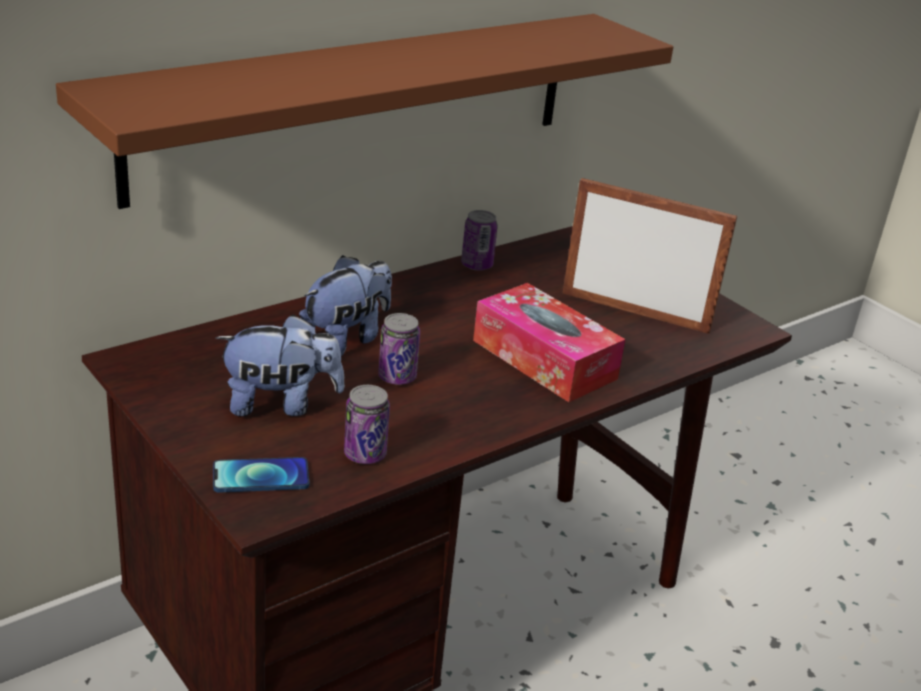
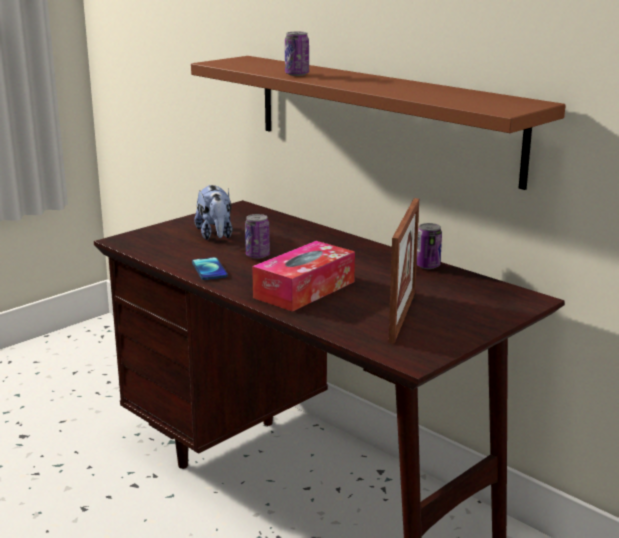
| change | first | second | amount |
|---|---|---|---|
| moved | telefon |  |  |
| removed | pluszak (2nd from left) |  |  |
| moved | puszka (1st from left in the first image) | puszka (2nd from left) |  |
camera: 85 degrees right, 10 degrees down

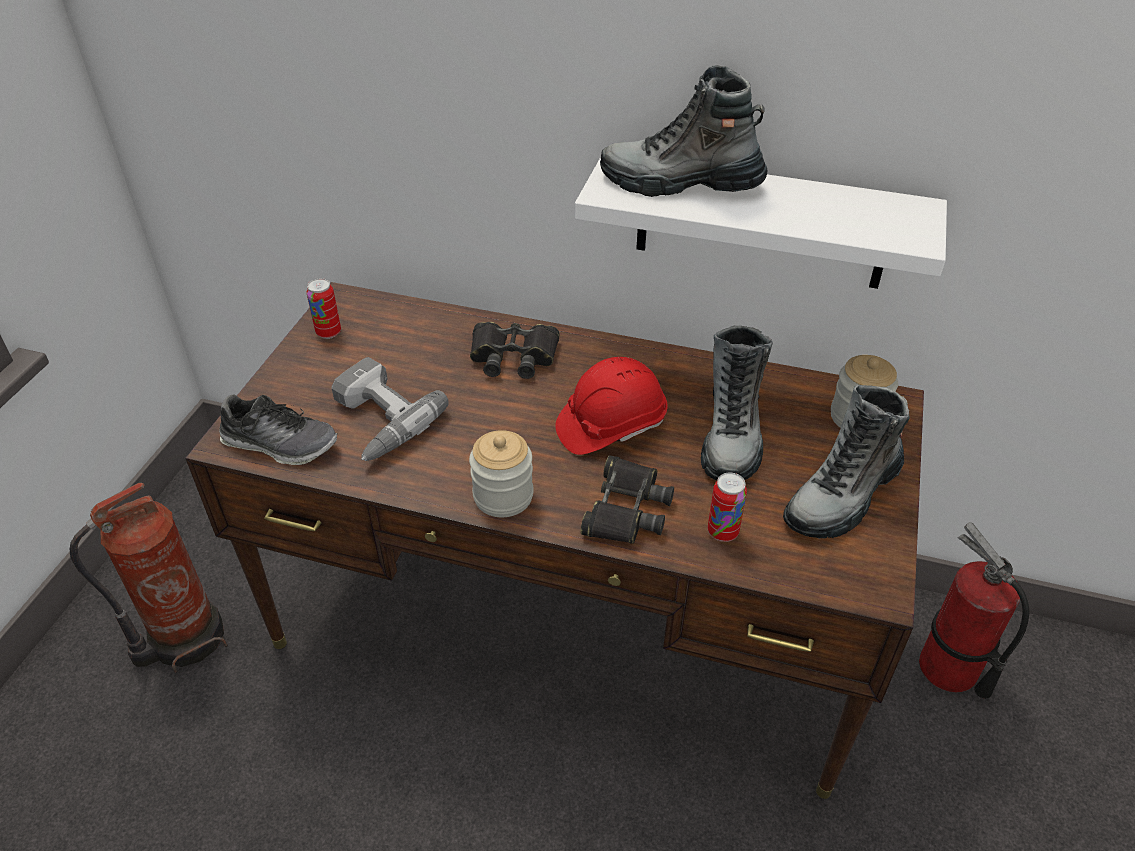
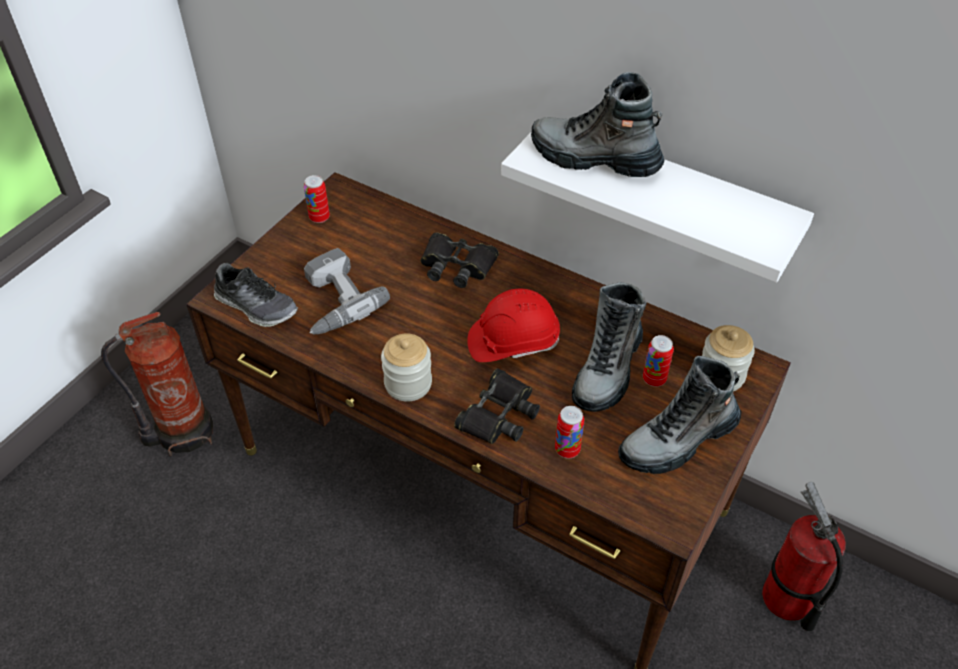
| change | first | second | amount |
|---|---|---|---|
| added |  | puszka (3rd from left) |  |
camera: 15 degrees right, 5 degrees up

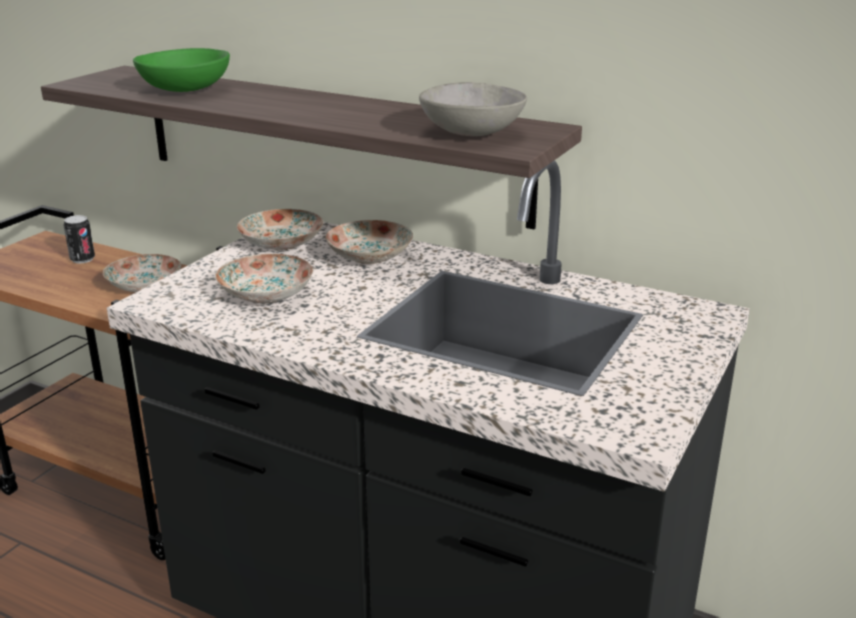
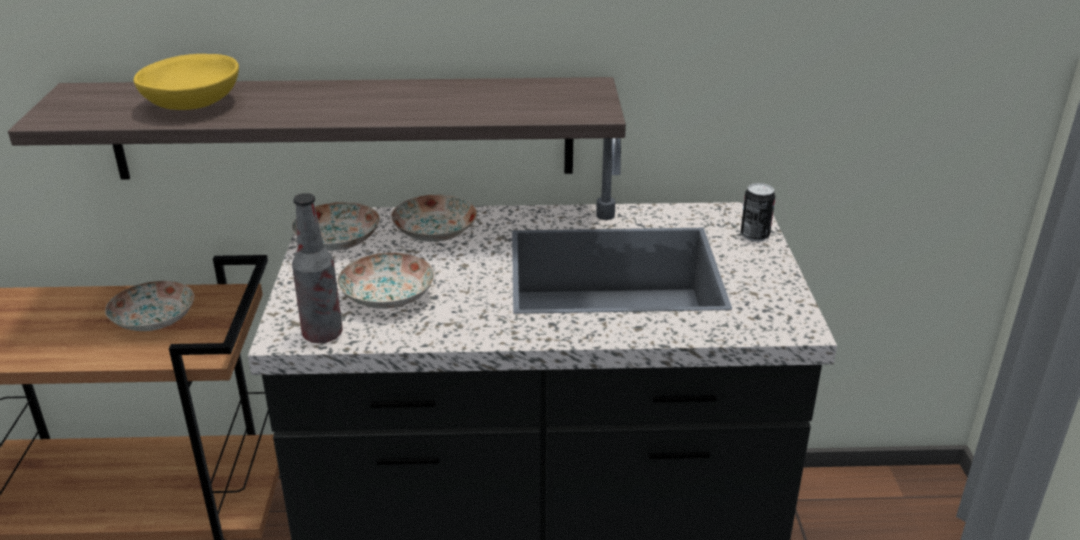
| change | first | second | amount |
|---|---|---|---|
| moved | puszka |  |  |
| recoloured | miska [zielony] | miska [żółty] |  |
| removed | miska [szary] |  |  |
| added |  | butelka |  |
camera: 30 degrees left, 5 degrees up

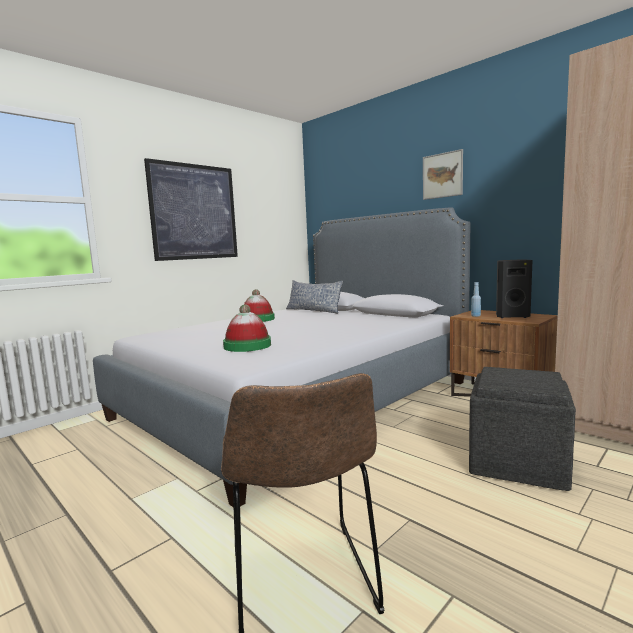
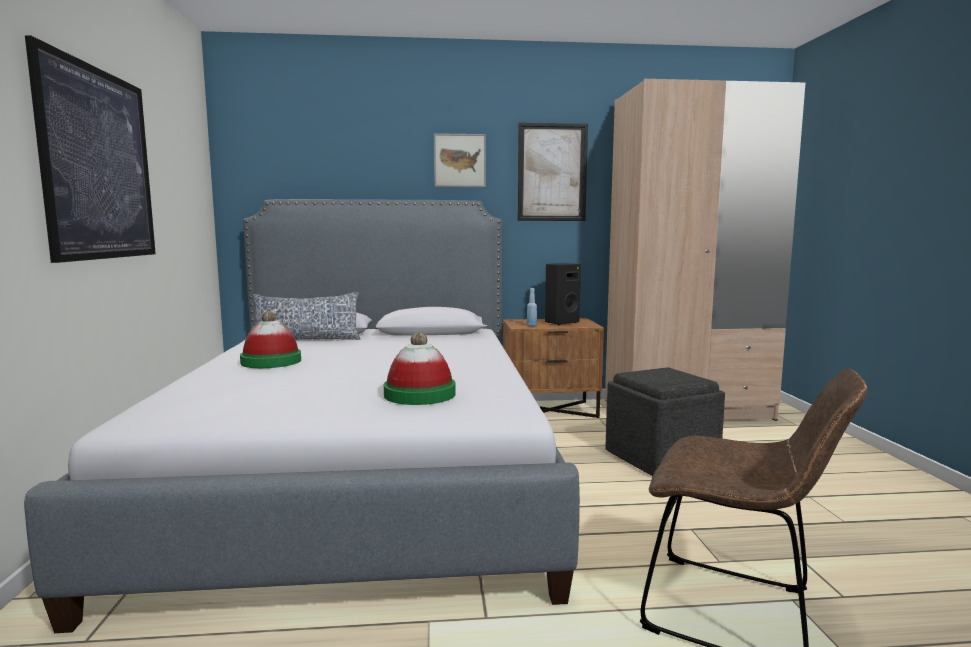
| change | first | second | amount |
|---|---|---|---|
| added |  | obraz (3rd from left) |  |
camera: 50 degrees left, 0 degrees up

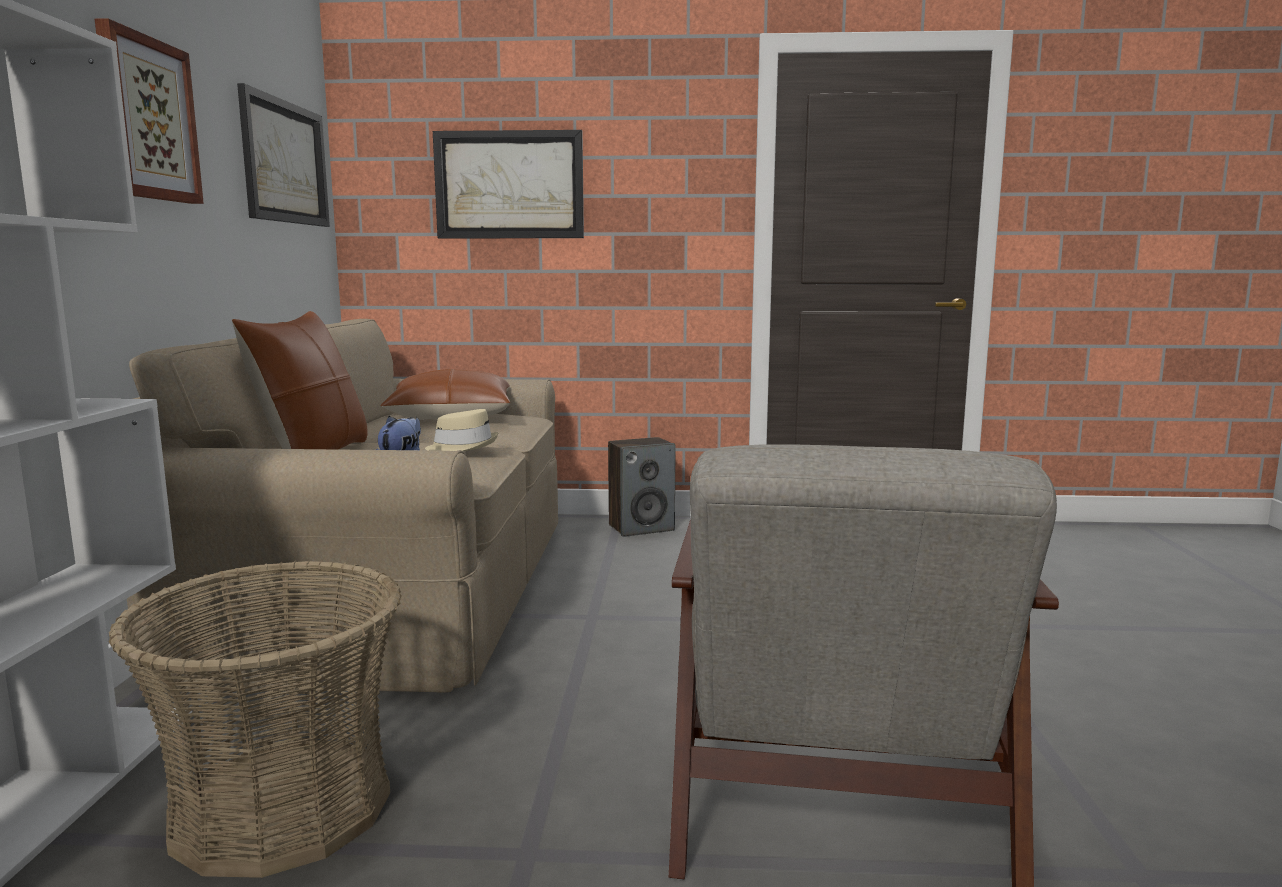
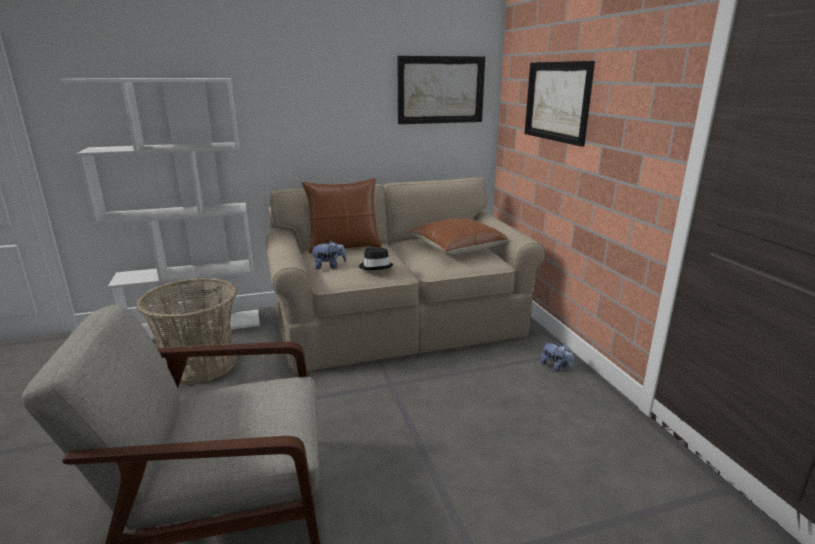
| change | first | second | amount |
|---|---|---|---|
| removed | obraz (1st from left) |  |  |
| recoloured | kapelusz [beżowy] | kapelusz [czarny] |  |
| replaced | głośnik | pluszak (2nd from left) |  |
camera: 70 degrees right, 10 degrees up

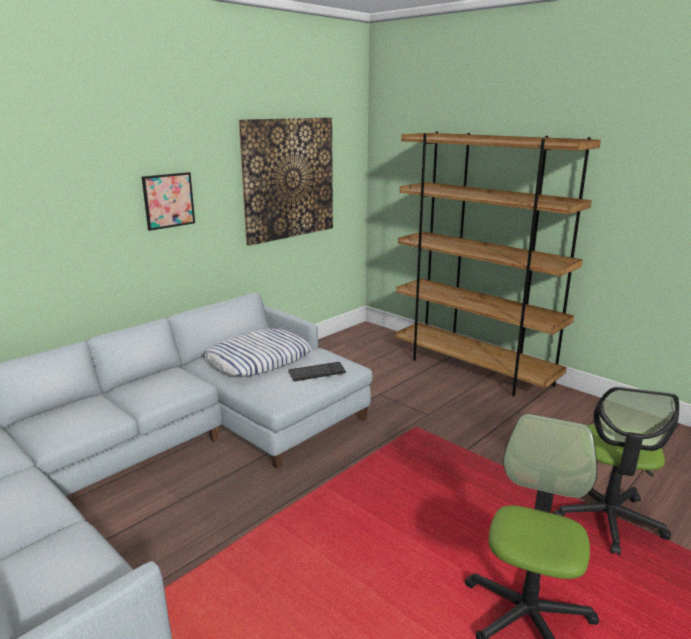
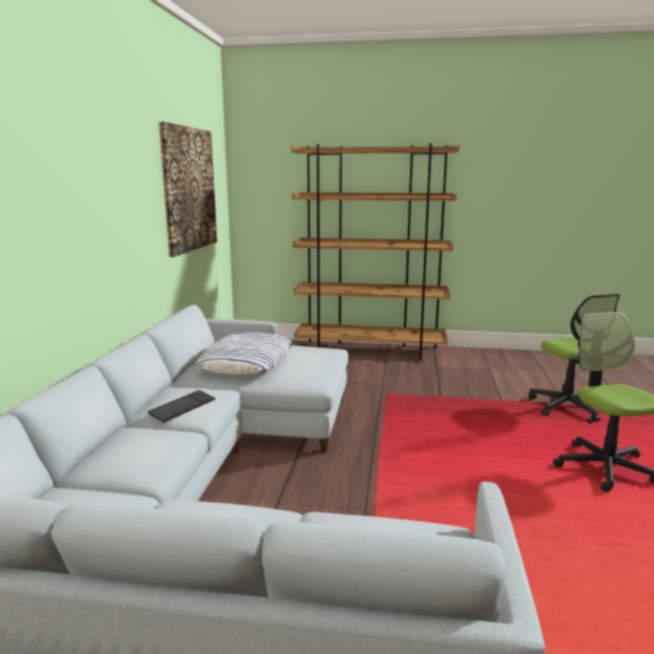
| change | first | second | amount |
|---|---|---|---|
| removed | obraz (1st from left) |  |  |
| moved | klawiatura |  |  |
camera: 35 degrees left, 5 degrees down

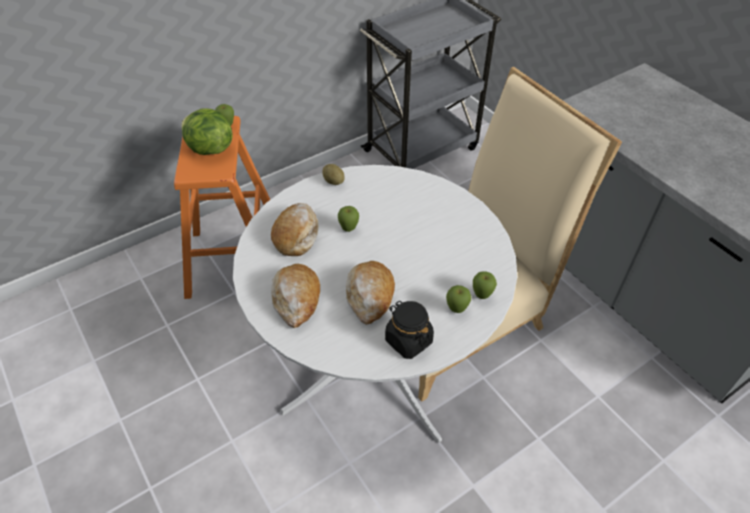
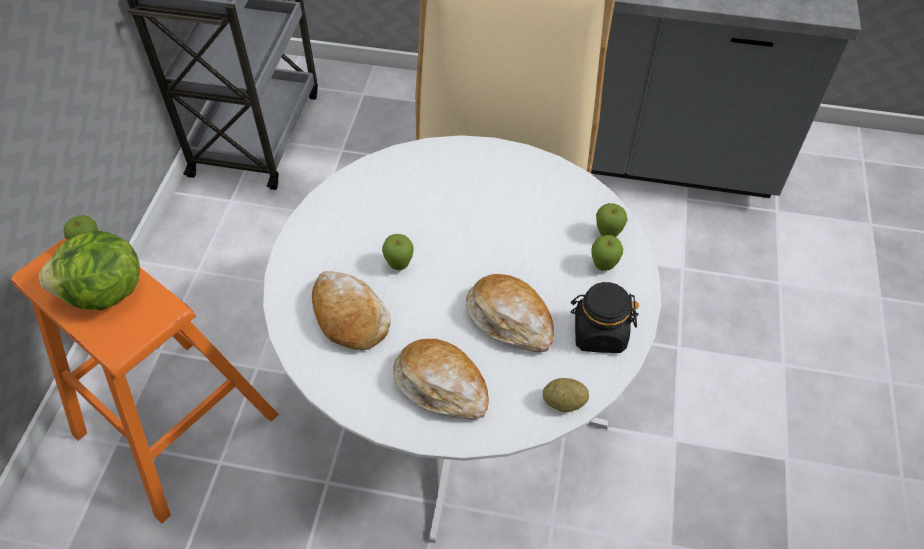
| change | first | second | amount |
|---|---|---|---|
| moved | ziemniak |  |  |
camera: 45 degrees left, 5 degrees up

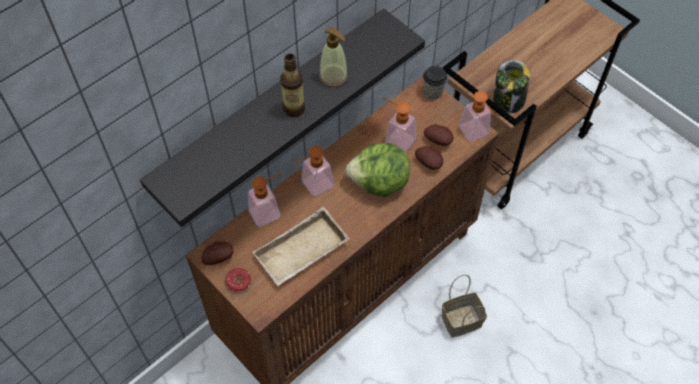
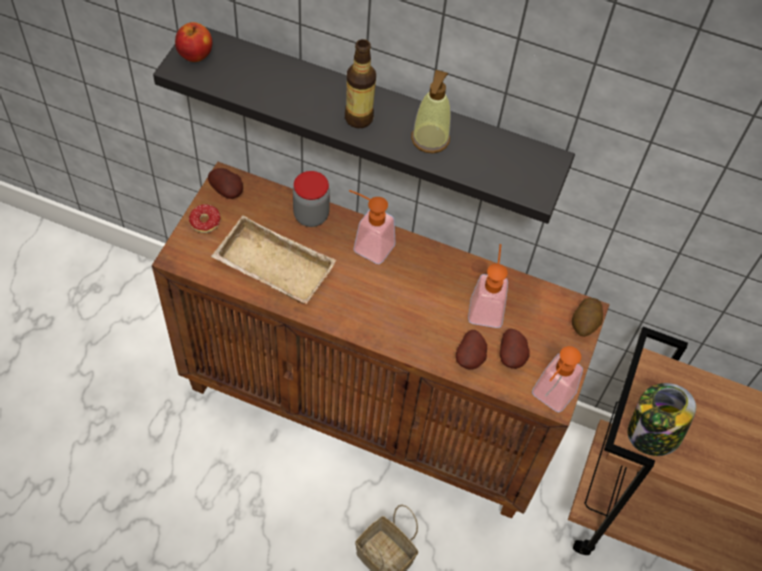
| change | first | second | amount |
|---|---|---|---|
| replaced | dozownik mydła (1st from left) | słoik (1st from left) |  |
| removed | sałata |  |  |
| replaced | filiżanka | ziemniak (4th from left) |  |
| added |  | jabłko |  |
camera: 60 degrees right, 0 degrees up

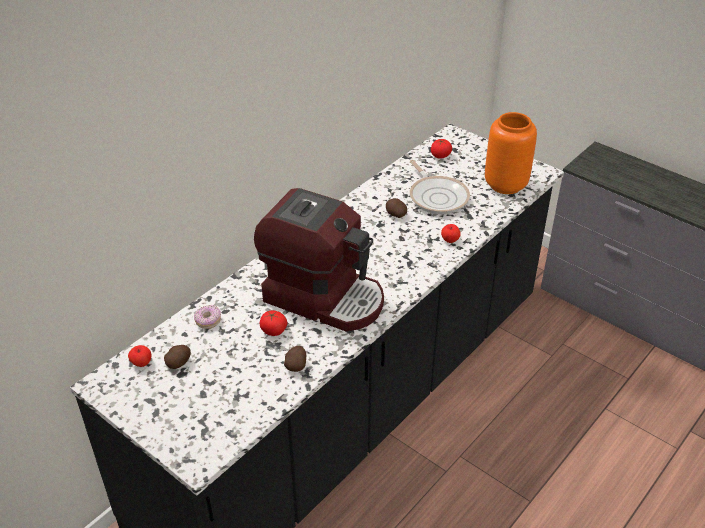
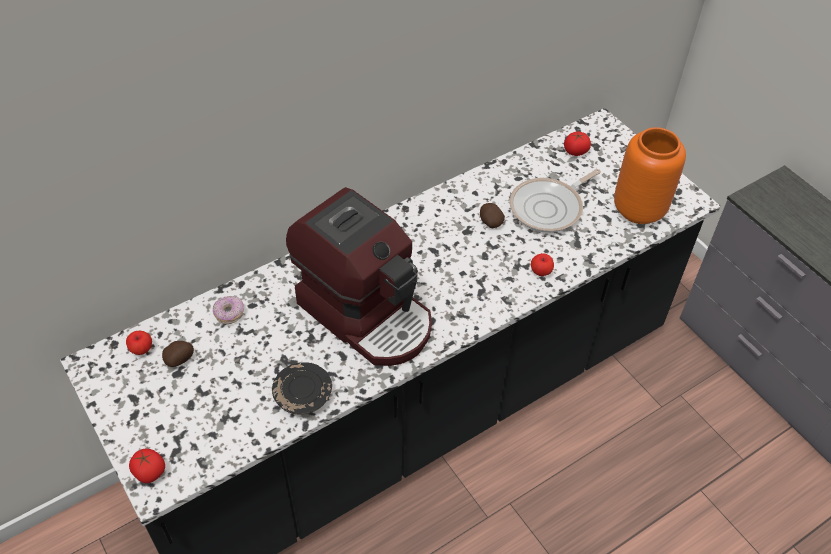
| change | first | second | amount |
|---|---|---|---|
| moved | pomidor (1st from left) |  |  |
| replaced | ziemniak (2nd from left) | talerz [czarny] |  |
| turned | patelnia |  | 60 degrees clockwise |
camera: 15 degrees right, 10 degrees up

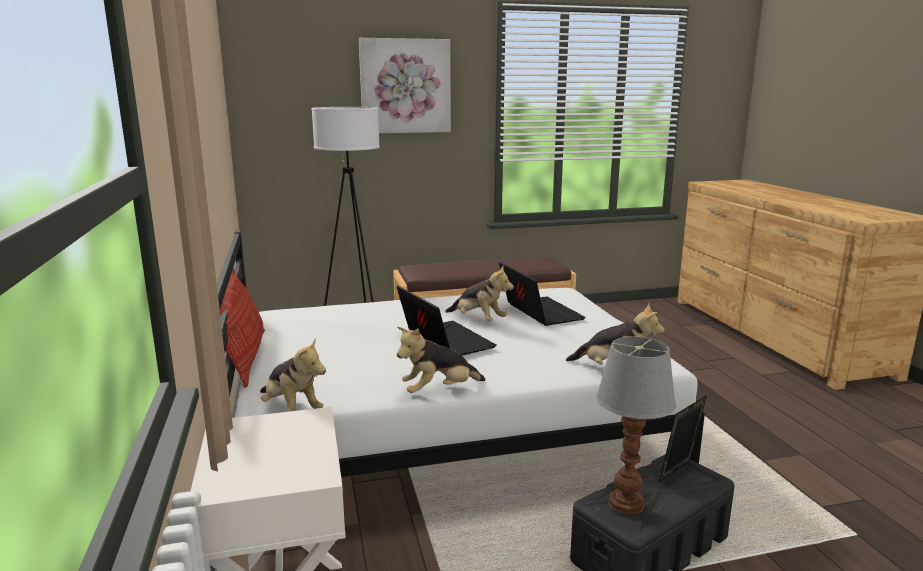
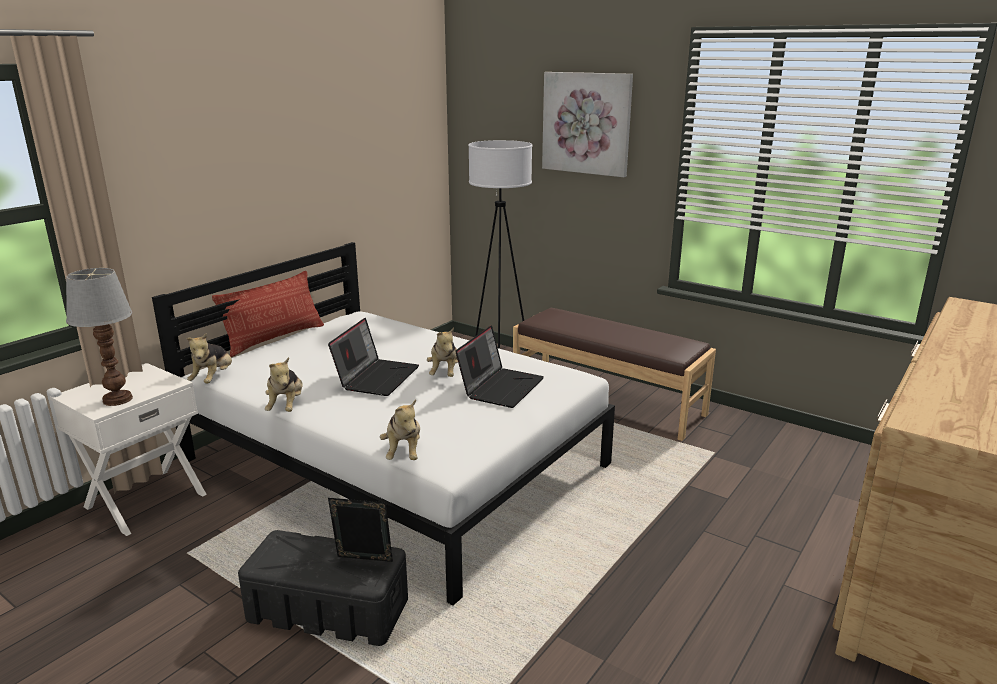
| change | first | second | amount |
|---|---|---|---|
| turned | pluszak (2nd from left) |  | 120 degrees counterclockwise |
| moved | lampa stołowa |  |  |
camera: 50 degrees right, 5 degrees up

